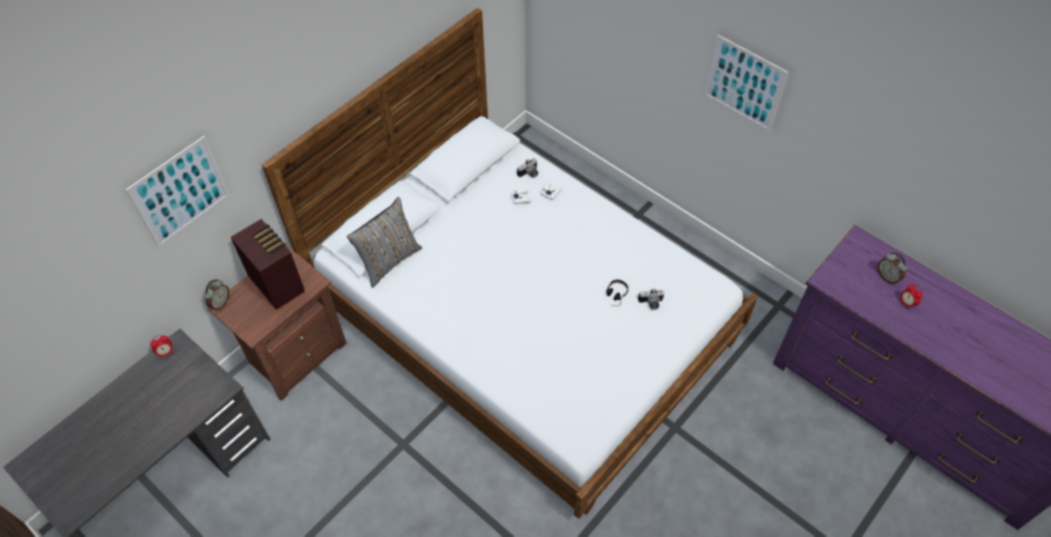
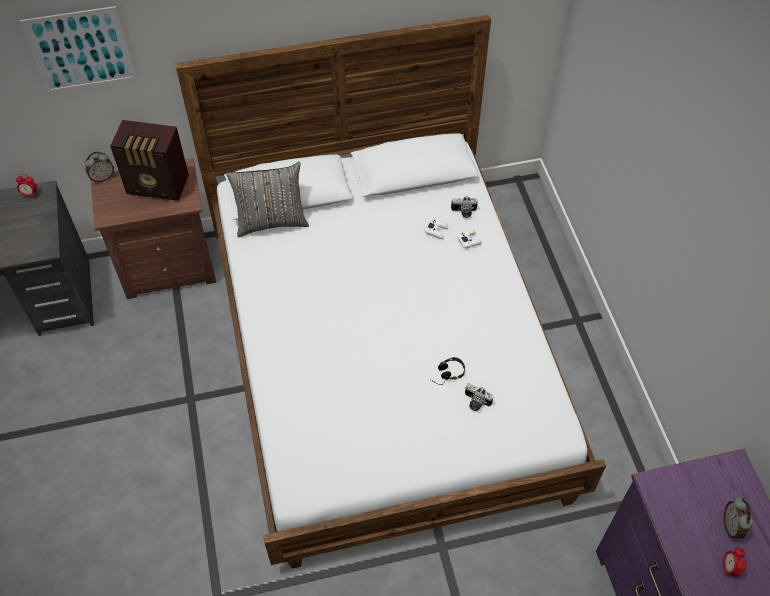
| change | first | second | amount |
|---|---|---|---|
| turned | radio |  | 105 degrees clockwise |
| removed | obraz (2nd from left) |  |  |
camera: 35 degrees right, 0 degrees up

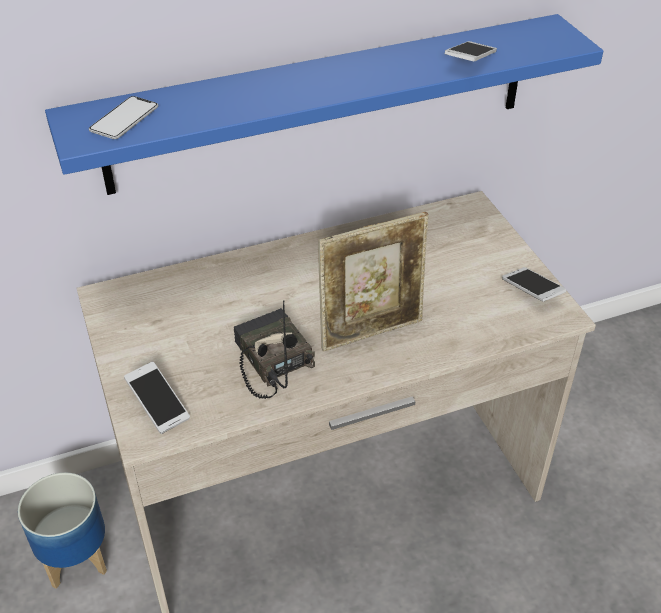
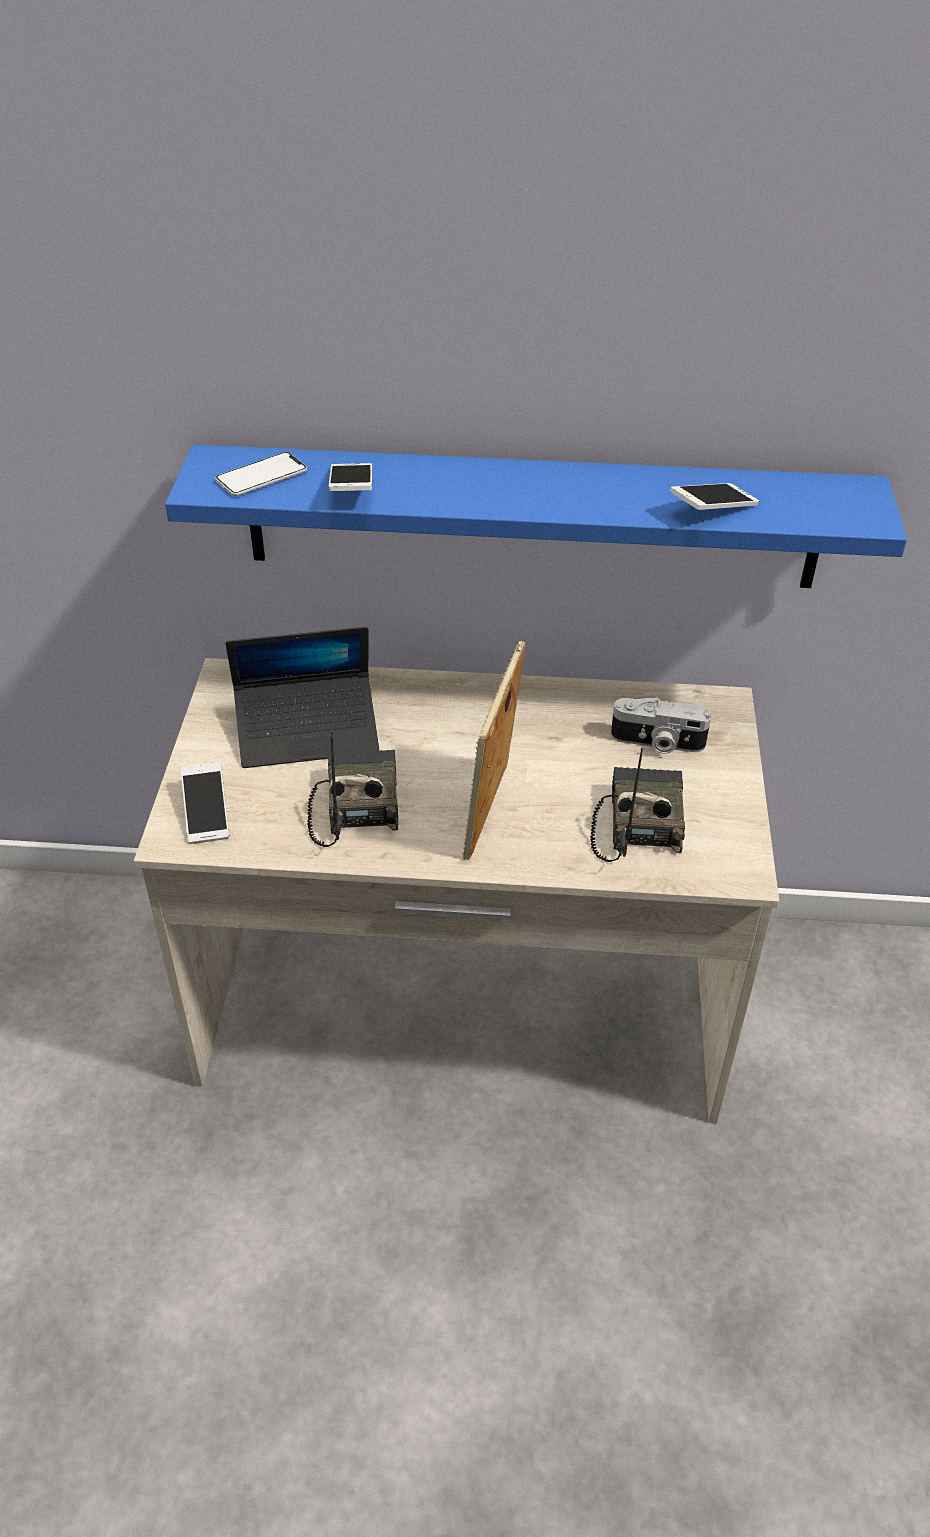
| change | first | second | amount |
|---|---|---|---|
| removed | donica |  |  |
| turned | ramka na zdjęcie |  | 105 degrees clockwise |
| moved | telefon (4th from left in the first image) | telefon (3rd from left) |  |
| added |  | laptop |  |
| added |  | radio (2nd from left) |  |
| added |  | aparat fotograficzny |  |
camera: 25 degrees right, 0 degrees up

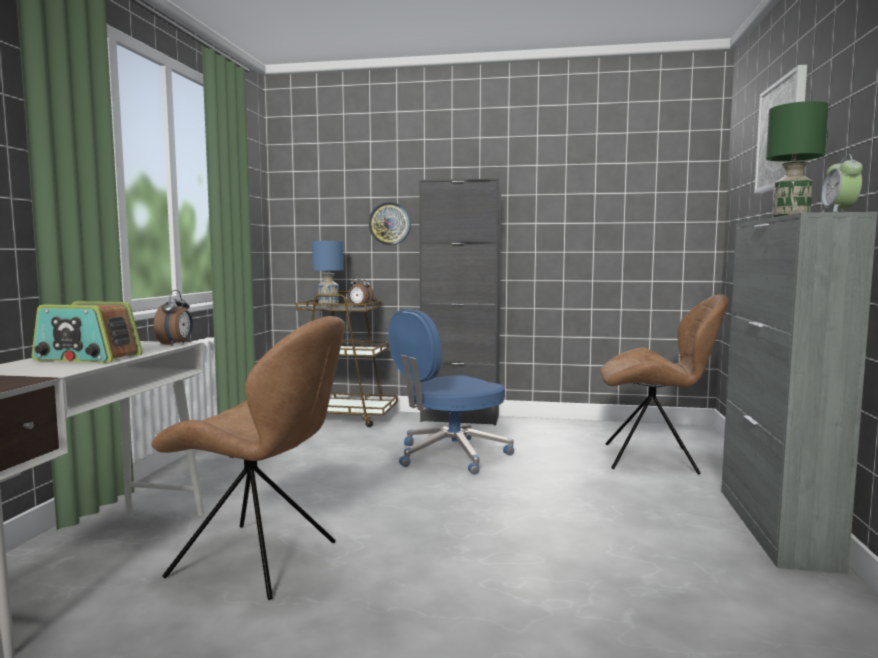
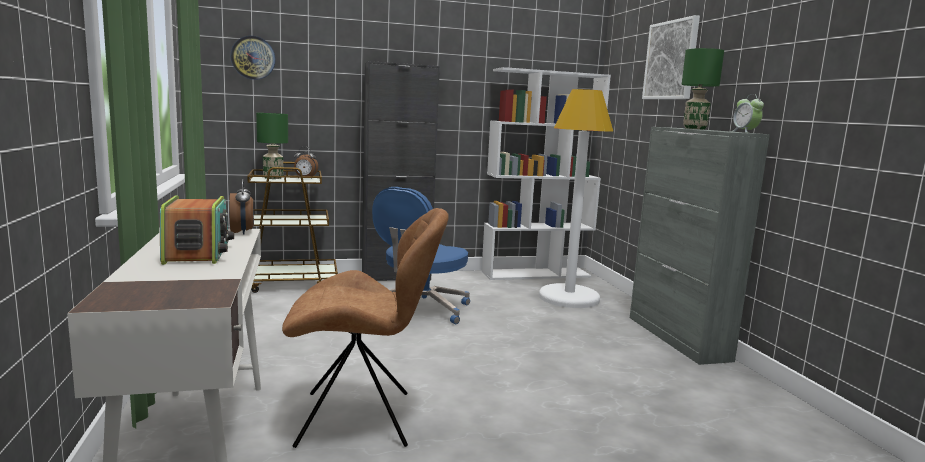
| change | first | second | amount |
|---|---|---|---|
| turned | radio |  | 90 degrees counterclockwise |
| recoloured | lampa stołowa [niebieski] | lampa stołowa [zielony] (1st from left) |  |
| moved | zegar ścienny |  |  |
| replaced | krzesło [brązowy] (2nd from left) | lampa stojąca [biały] |  |
| added |  | regał [biały] |  |
camera: 25 degrees left, 5 degrees up

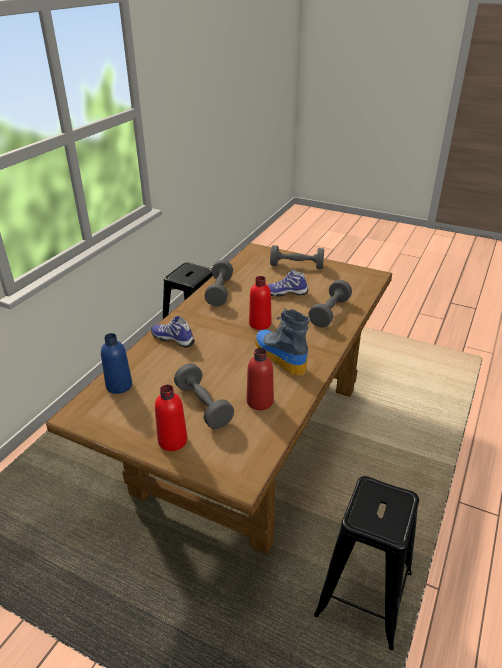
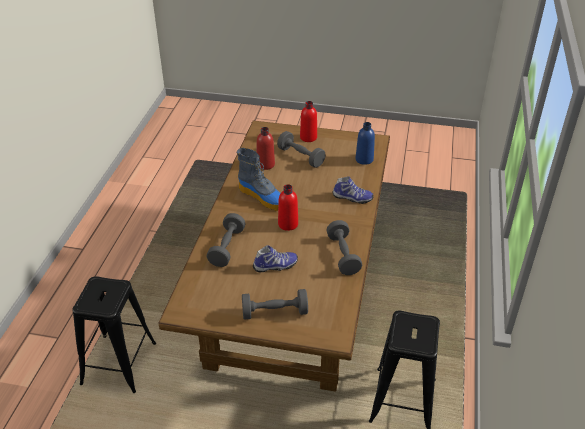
| change | first | second | amount |
|---|---|---|---|
| moved | stołek [czarny] (2nd from left in the first image) | stołek [czarny] (1st from left) |  |
camera: 165 degrees right, 5 degrees up

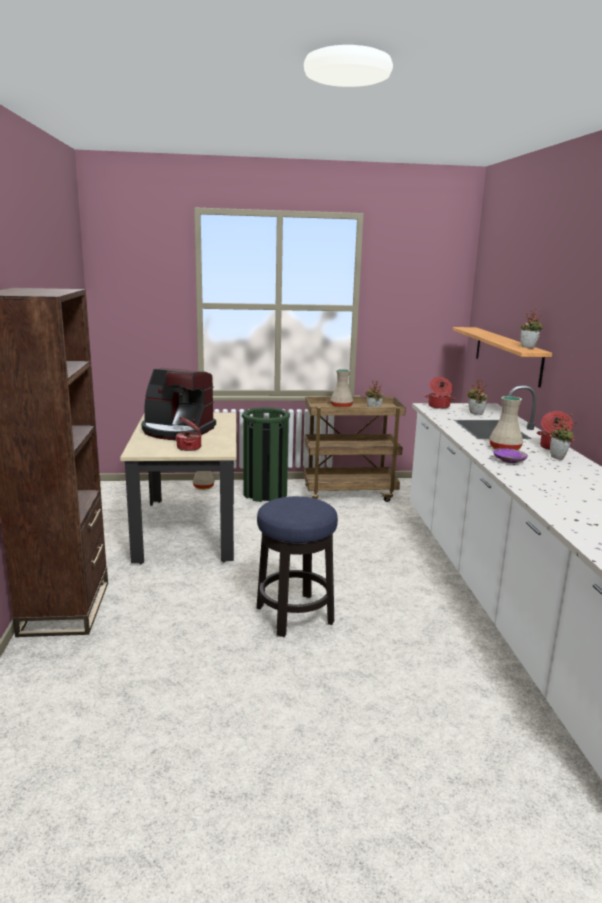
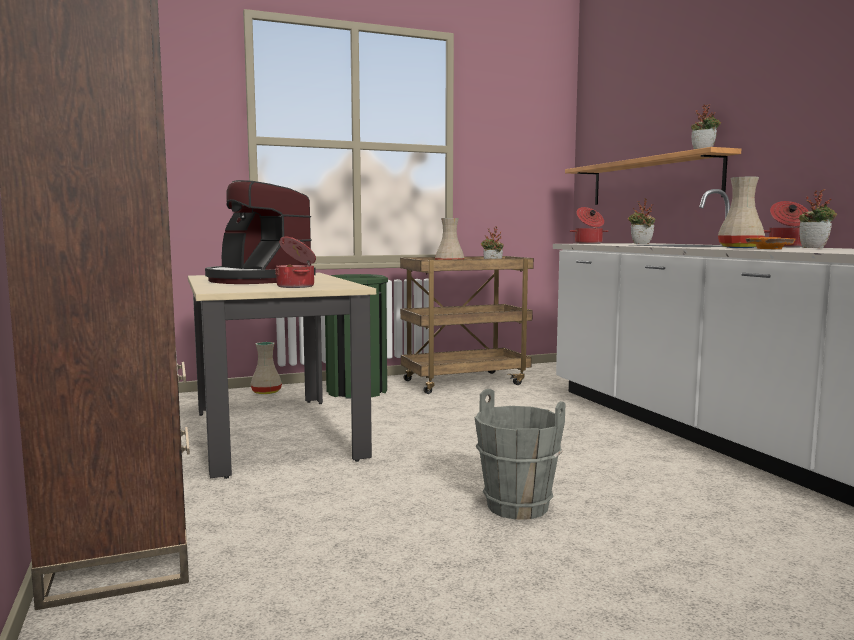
| change | first | second | amount |
|---|---|---|---|
| turned | ekspres do kawy |  | 45 degrees clockwise |
| replaced | stołek | wiadro [szary] |  |
| recoloured | talerz [fioletowy] | talerz [pomarańczowy] |  |
camera: 15 degrees left, 10 degrees down

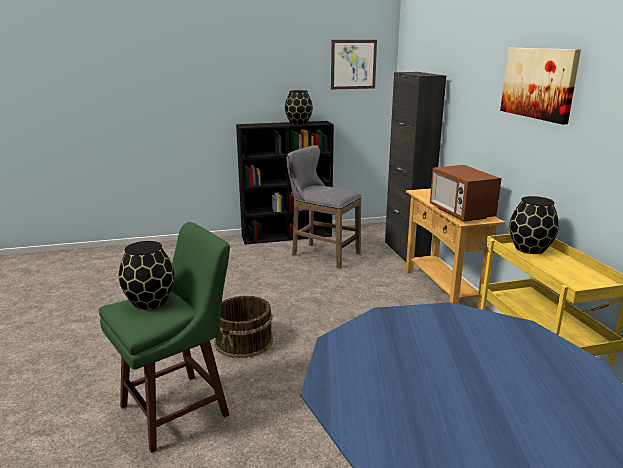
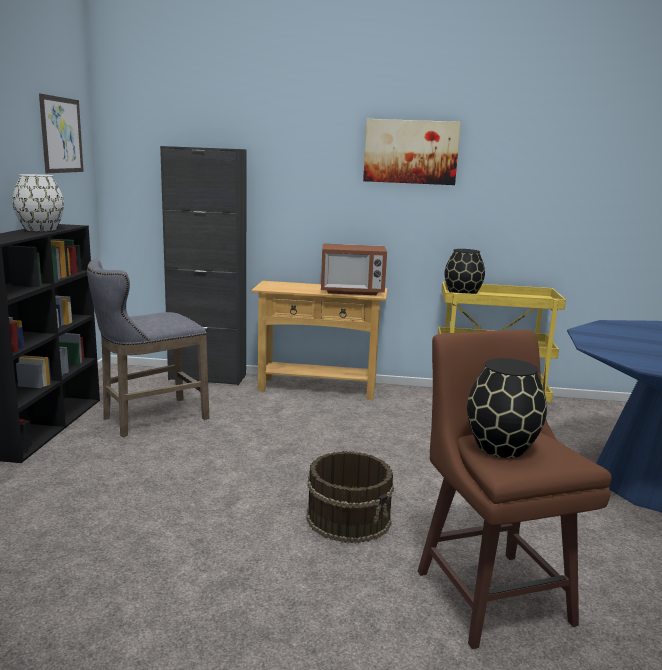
| change | first | second | amount |
|---|---|---|---|
| recoloured | stołek [zielony] | stołek [brązowy] |  |
| recoloured | wazon [czarny] (2nd from left) | wazon [biały] |  |
camera: 70 degrees left, 5 degrees down

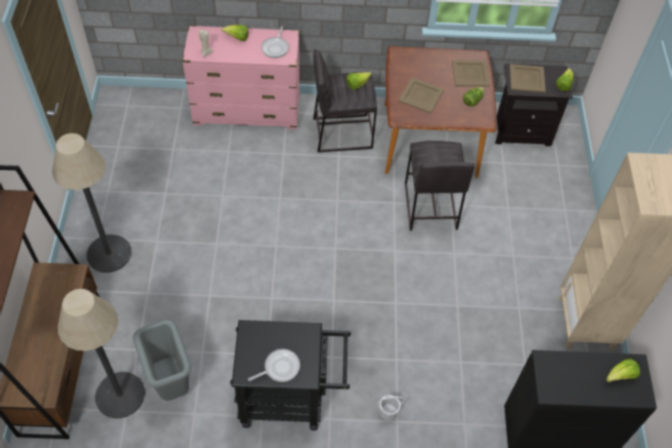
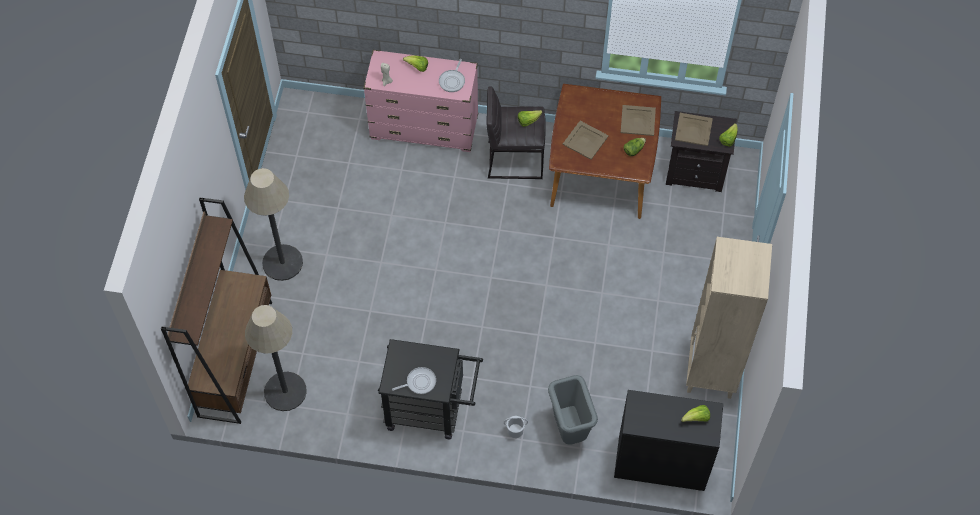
| change | first | second | amount |
|---|---|---|---|
| moved | kosz na śmieci [szary] |  |  |
| removed | stołek [szary] (2nd from left) |  |  |
camera: 10 degrees right, 5 degrees up

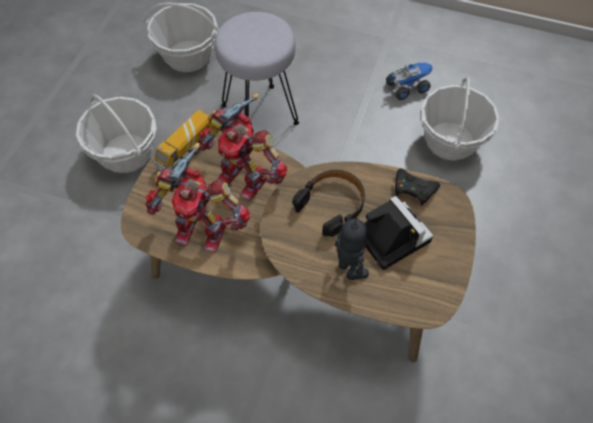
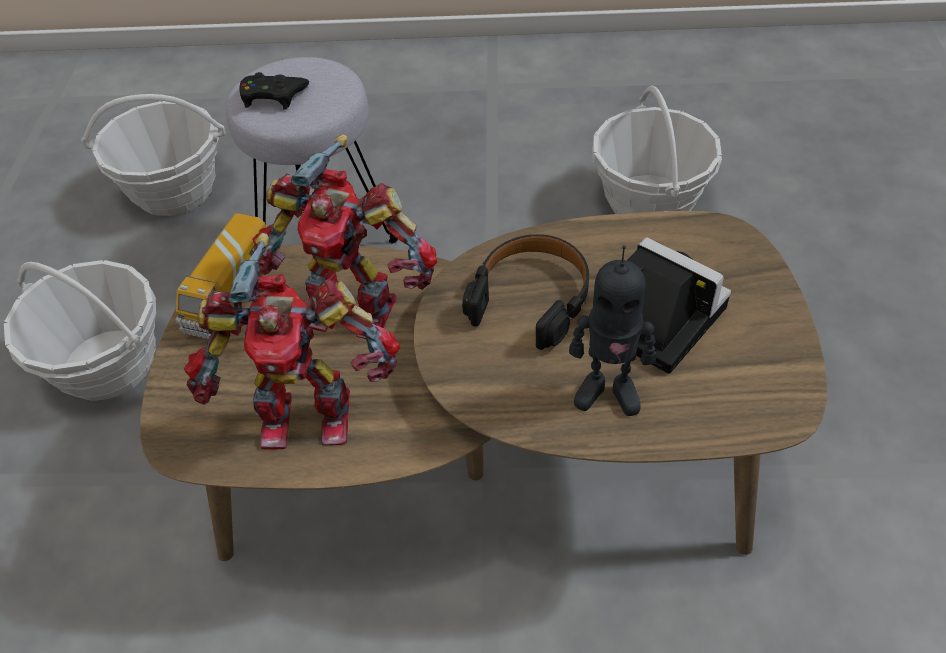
| change | first | second | amount |
|---|---|---|---|
| turned | robot zabawkowy (3rd from left) |  | 150 degrees clockwise |
| removed | ciężarówka zabawkowa (2nd from left) |  |  |
| moved | pad do gier [czarny] |  |  |
camera: 15 degrees left, 10 degrees down

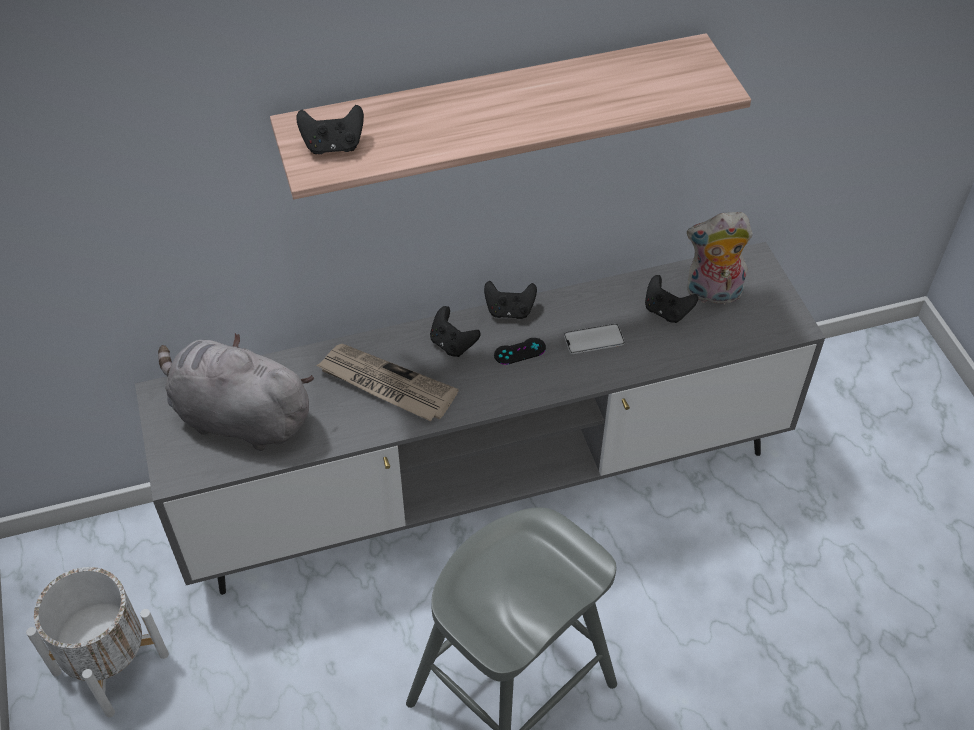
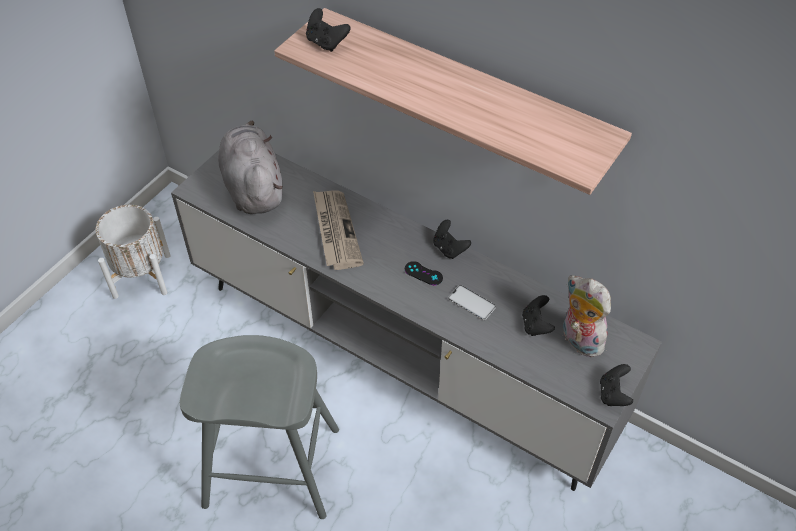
| change | first | second | amount |
|---|---|---|---|
| moved | pad do gier [czarny] (2nd from left in the first image) | pad do gier [czarny] (5th from left) |  |
camera: 50 degrees right, 0 degrees up

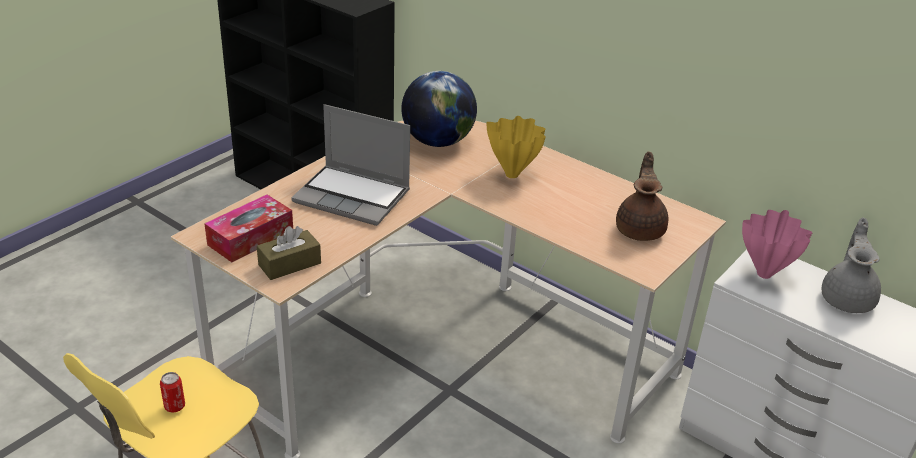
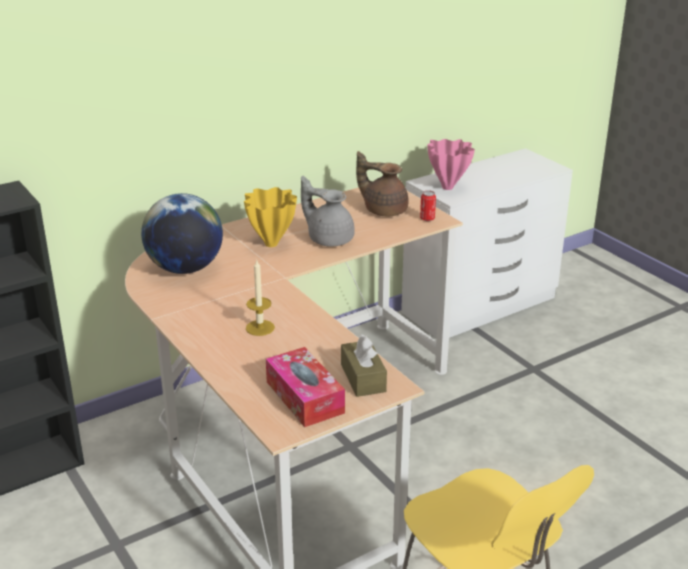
| change | first | second | amount |
|---|---|---|---|
| moved | puszka |  |  |
| replaced | laptop | świeca |  |
| moved | imbryk [szary] |  |  |
camera: 70 degrees left, 5 degrees down

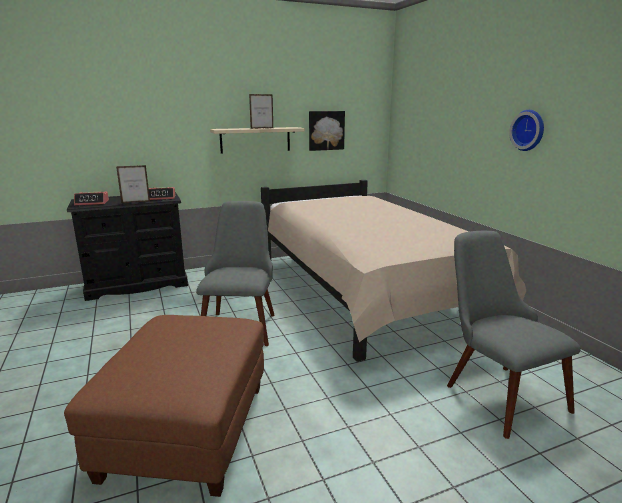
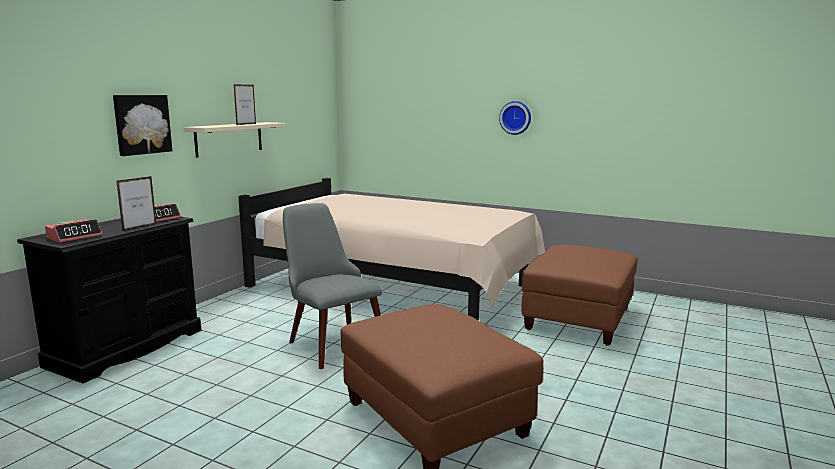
| change | first | second | amount |
|---|---|---|---|
| moved | obraz |  |  |
| replaced | krzesło [szary] (2nd from left) | pufa [brązowy] (2nd from left) |  |
camera: 40 degrees left, 5 degrees down

